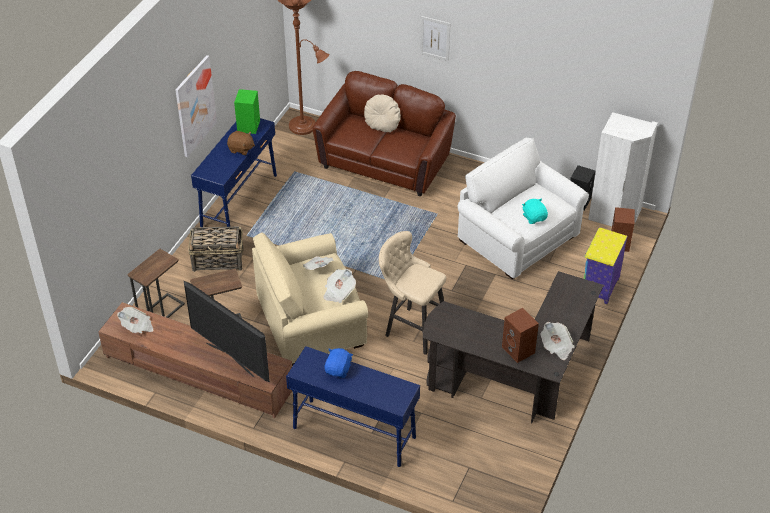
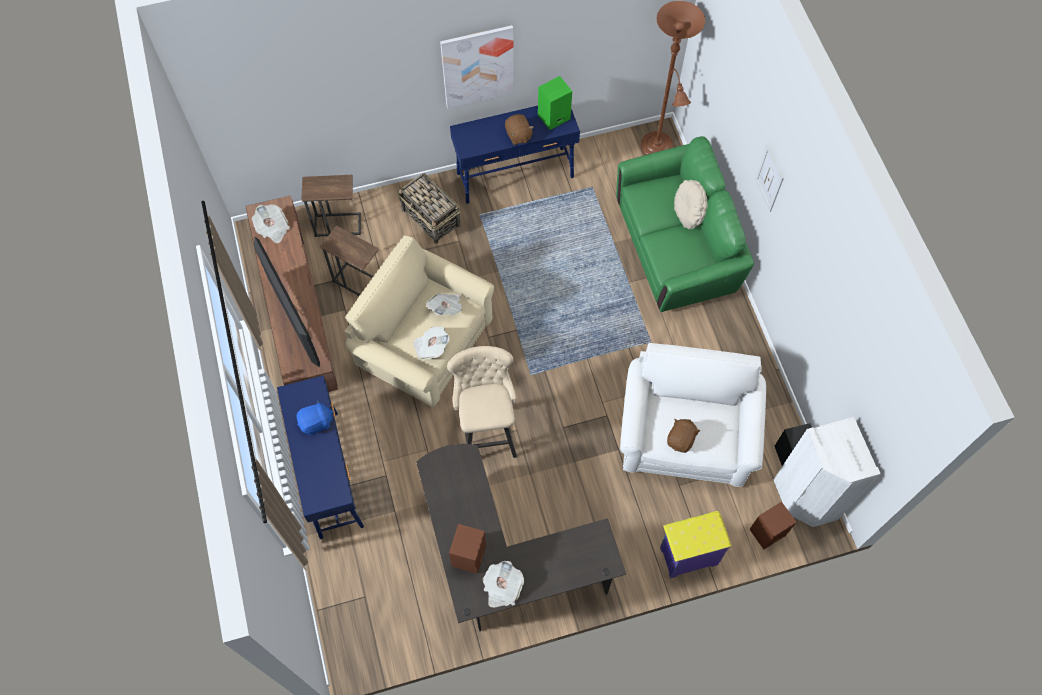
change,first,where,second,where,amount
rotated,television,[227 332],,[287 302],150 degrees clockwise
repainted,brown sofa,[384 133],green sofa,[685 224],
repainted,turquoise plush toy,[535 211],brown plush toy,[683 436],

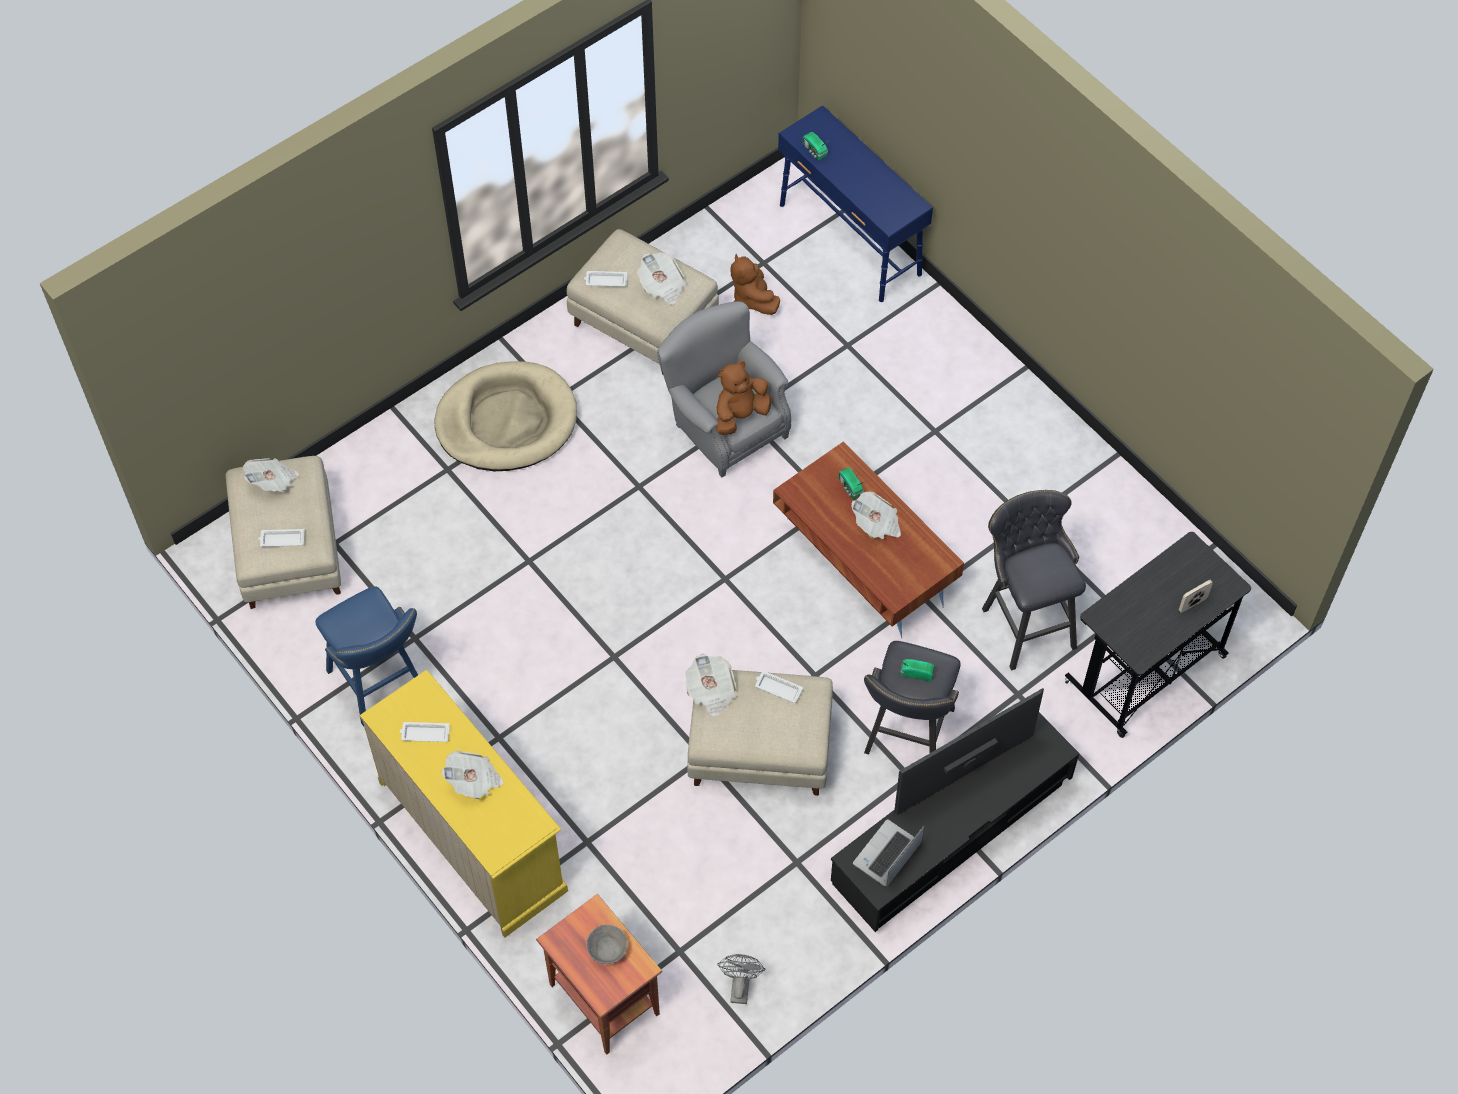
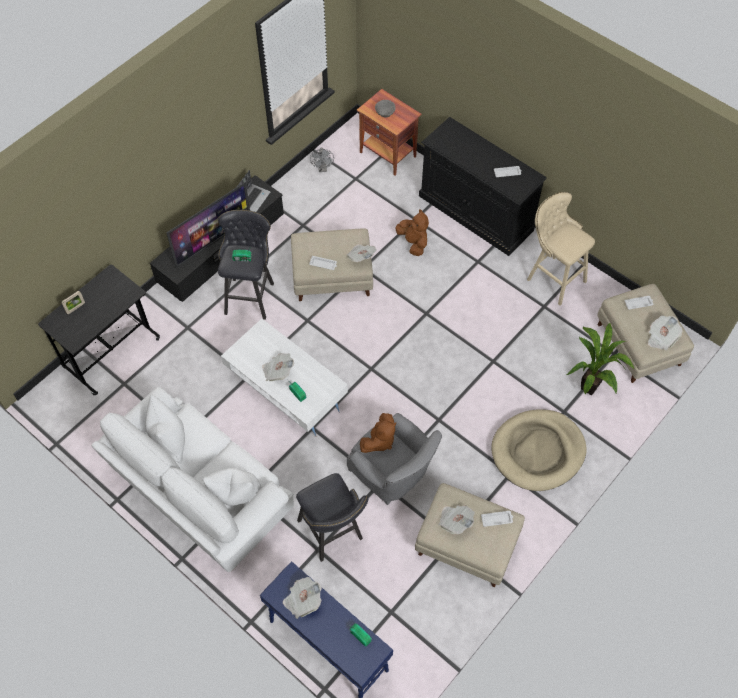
change,first,where,second,where,amount
new,,,white sofa,[193 479],
repainted,brown coffee table,[868 540],white coffee table,[284 377],
shifted,newspaper,[472 775],,[302 598],
shifted,black stool,[1034 580],,[332 517],
shifted,brown plush toy,[755 284],,[412 232],
repainted,yellow cabinet,[463 804],black cabinet,[483 186],
repainted,blue stool,[367 656],beige stool,[561 249],
new,,,potted plant,[600 359],

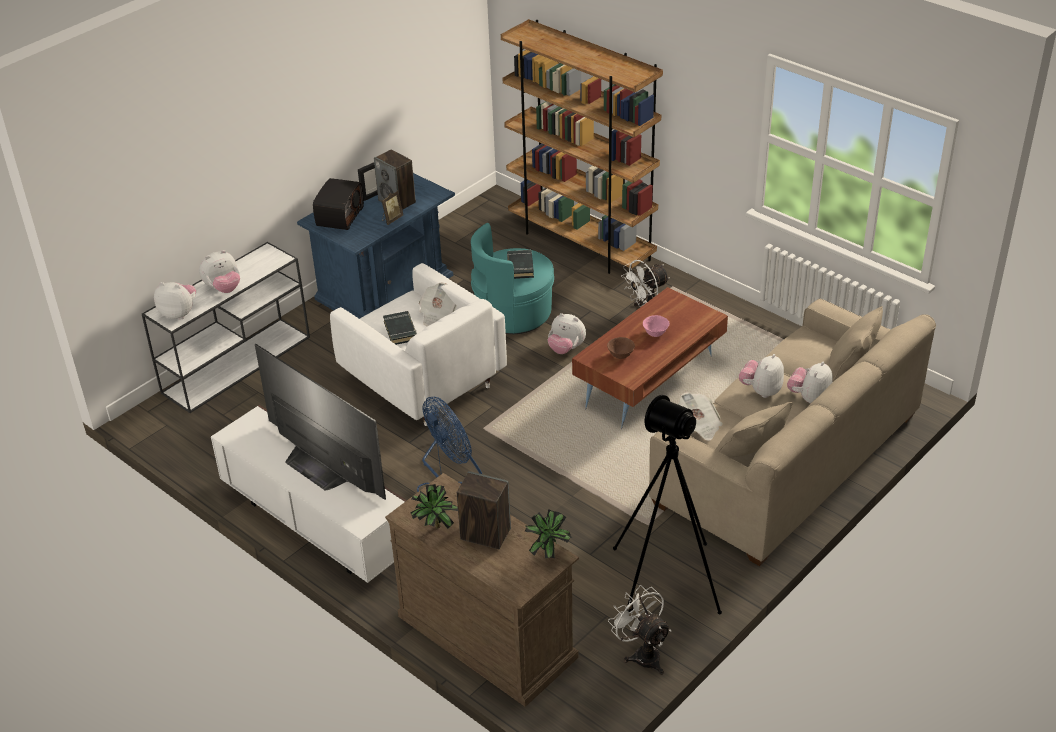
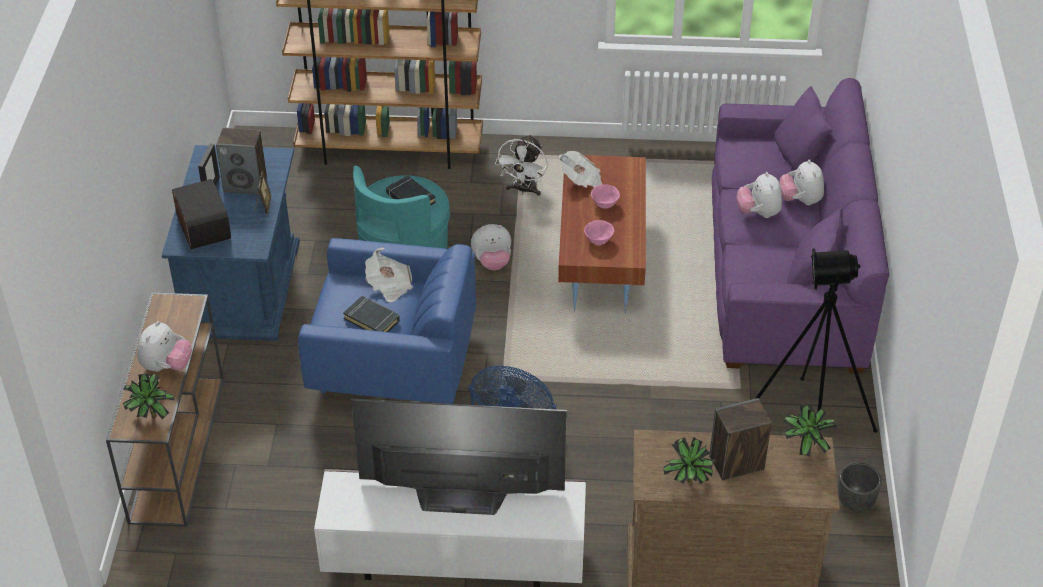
change,first,where,second,where,amount
repainted,white console table,[226 327],brown console table,[165 409],
swapped,plush toy,[175 300],potted plant,[148 396],
repainted,white armchair,[418 344],blue armchair,[387 321],
shifted,newspaper,[700 416],,[580 169],
repainted,brown bowl,[621 348],pink bowl,[599 232],
repainted,beige sofa,[792 432],purple sofa,[800 226],
swapped,white fan,[639 630],black planter,[860 487],

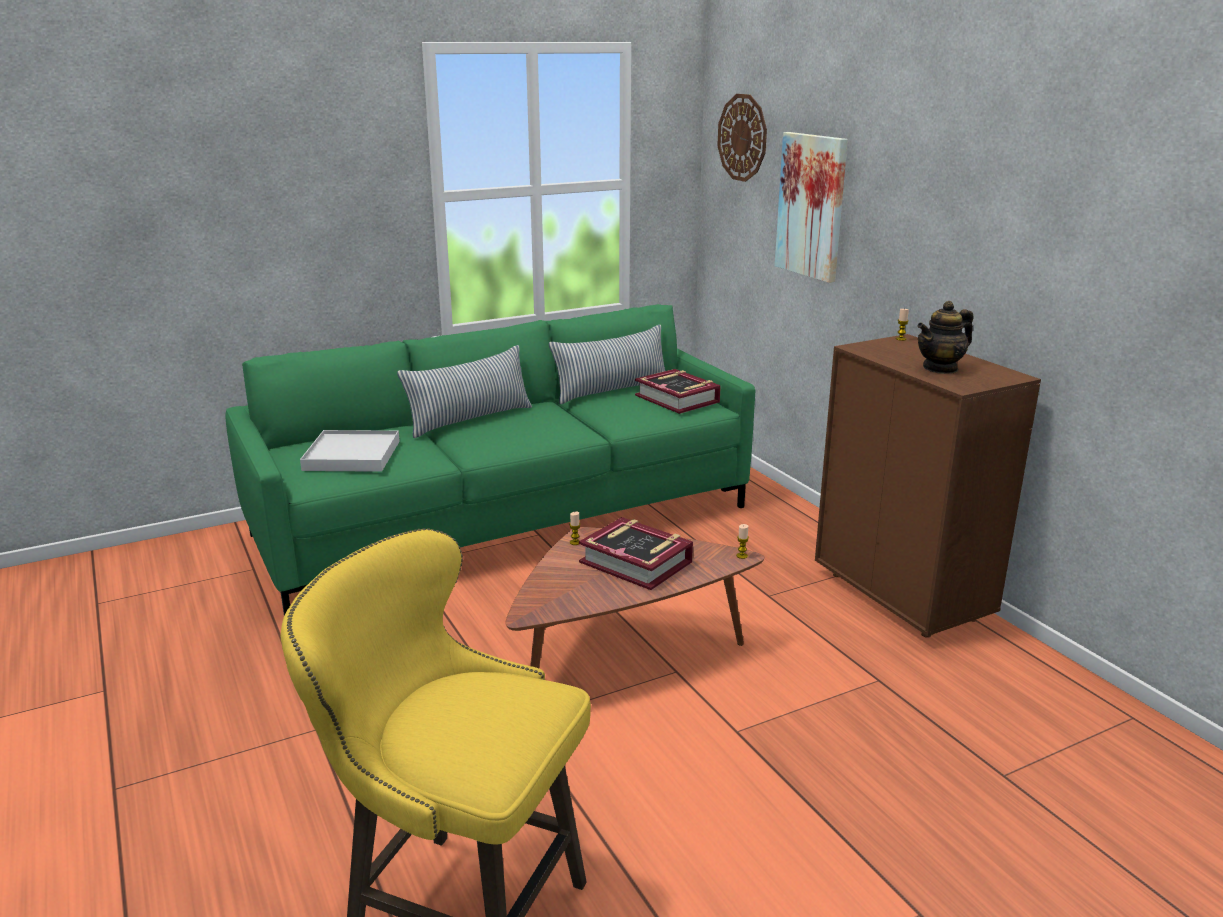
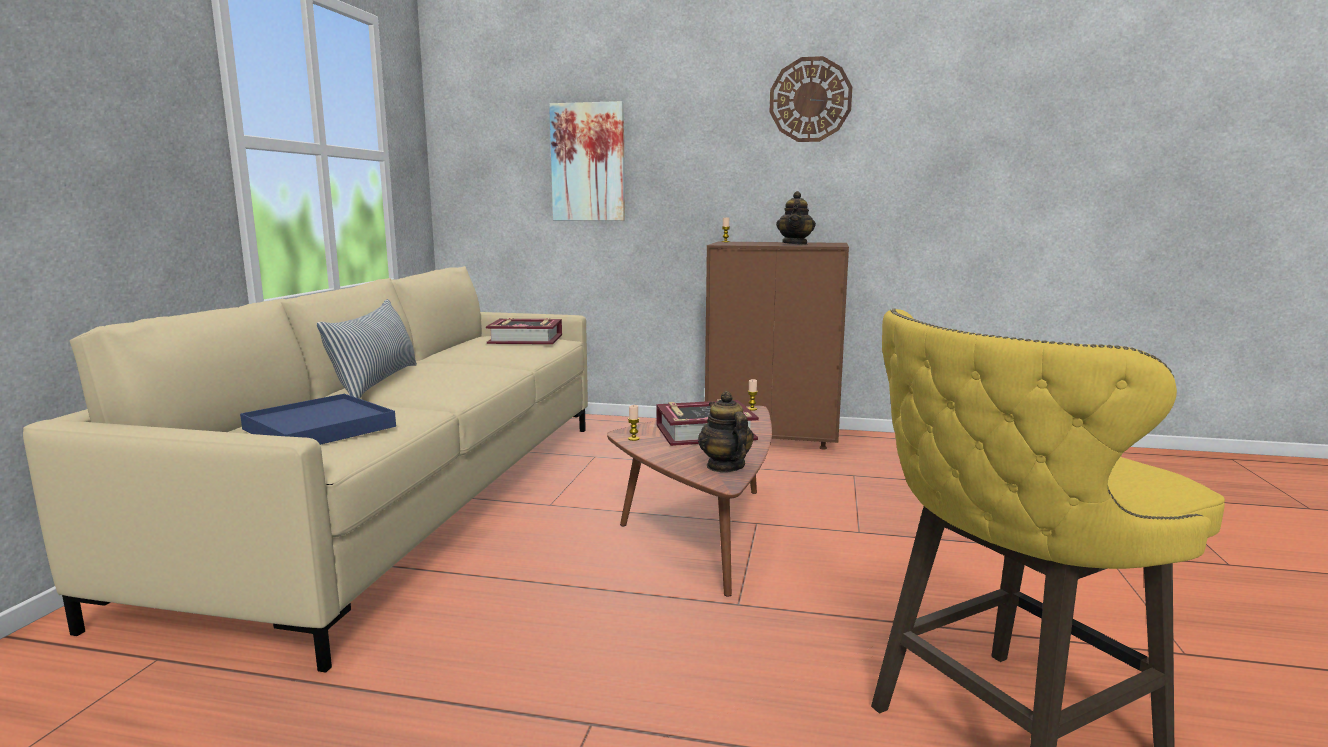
change,first,where,second,where,amount
repainted,green sofa,[490 460],beige sofa,[305 469],
repainted,white tray,[350 451],blue tray,[318 419],
new,,,teapot,[726 431],
shifted,wall clock,[742 138],,[811 99],
gone,pillow,[607 364],,,

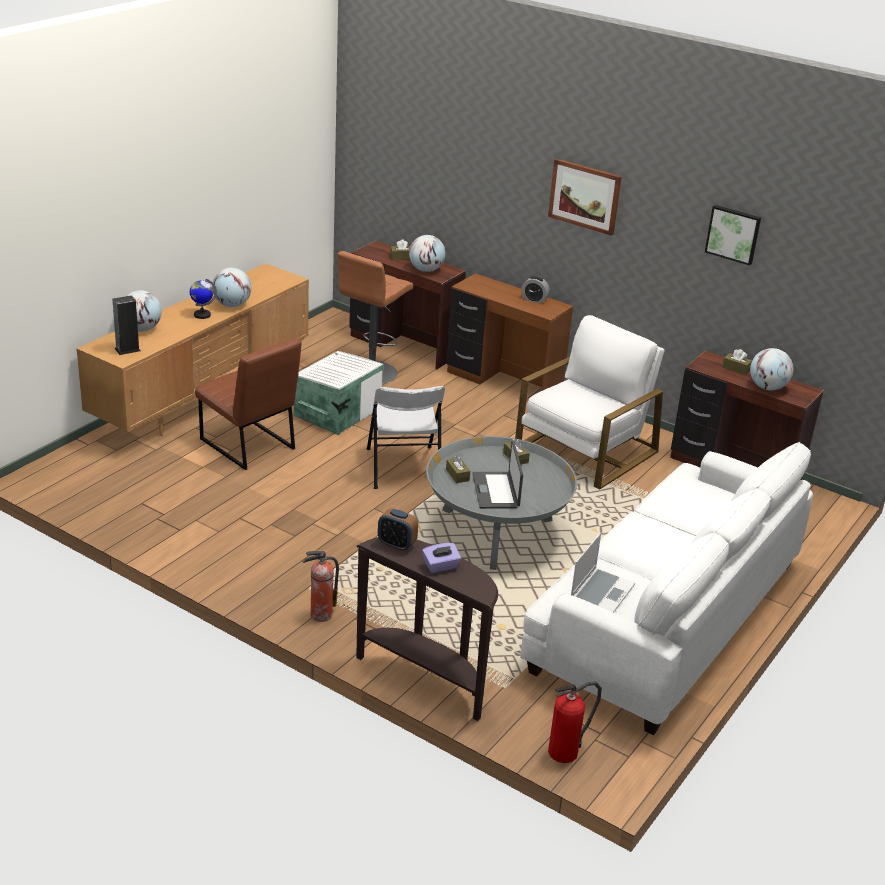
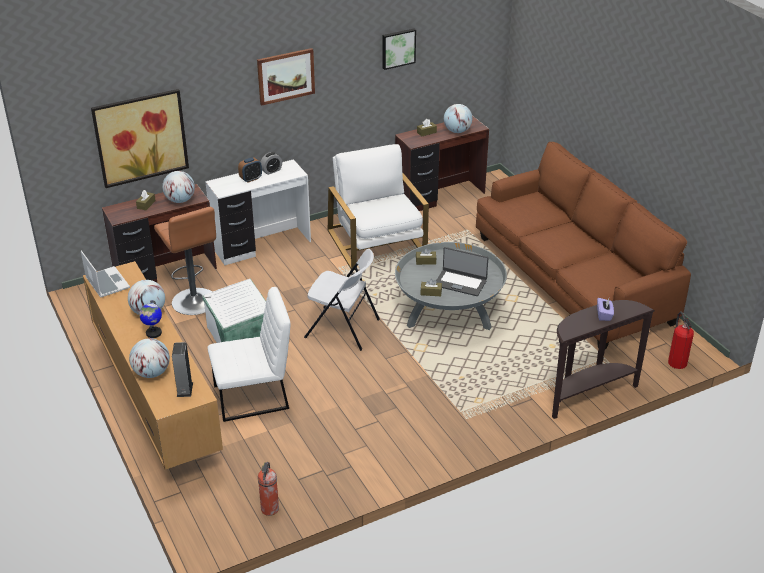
change,first,where,second,where,amount
shifted,laptop,[603 573],,[105 274],
new,,,picture,[140 138],
repainted,brown desk,[509 332],white desk,[258 212],
repainted,brown chair,[248 404],white chair,[249 354],
shifted,alarm clock,[398 529],,[250 169],
shifted,fire extinguisher,[321 586],,[268 489],
repainted,white sofa,[666 588],brown sofa,[583 245],

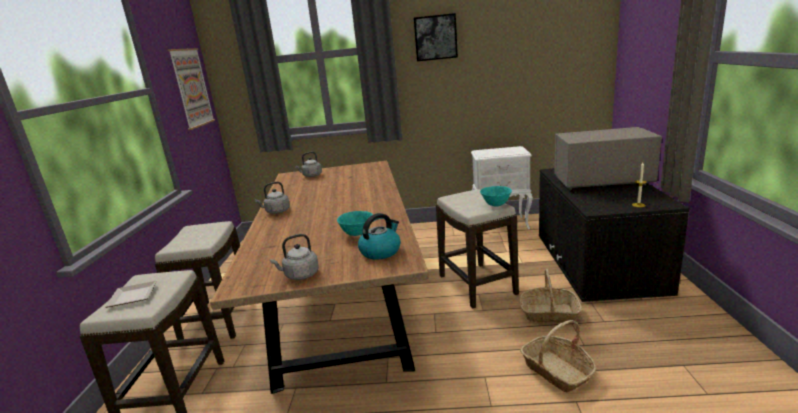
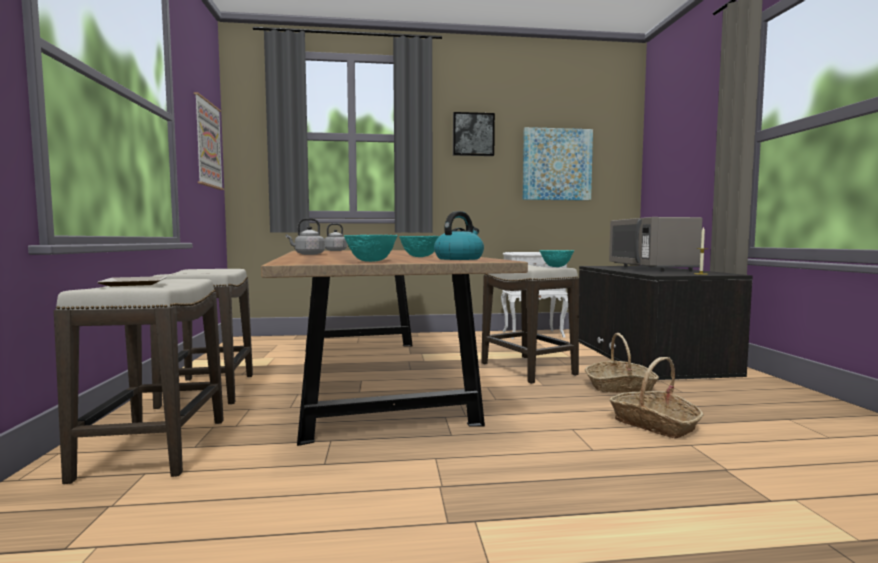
change,first,where,second,where,amount
swapped,grey kettle,[294 257],turquoise bowl,[371 248],
new,,,picture,[558 164],
rotated,grey microwave,[608 159],,[656 244],90 degrees counterclockwise

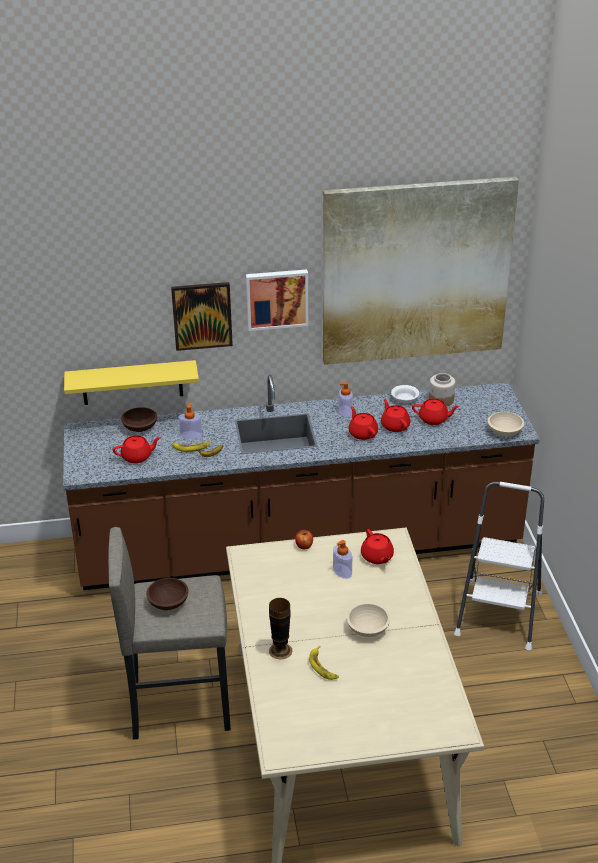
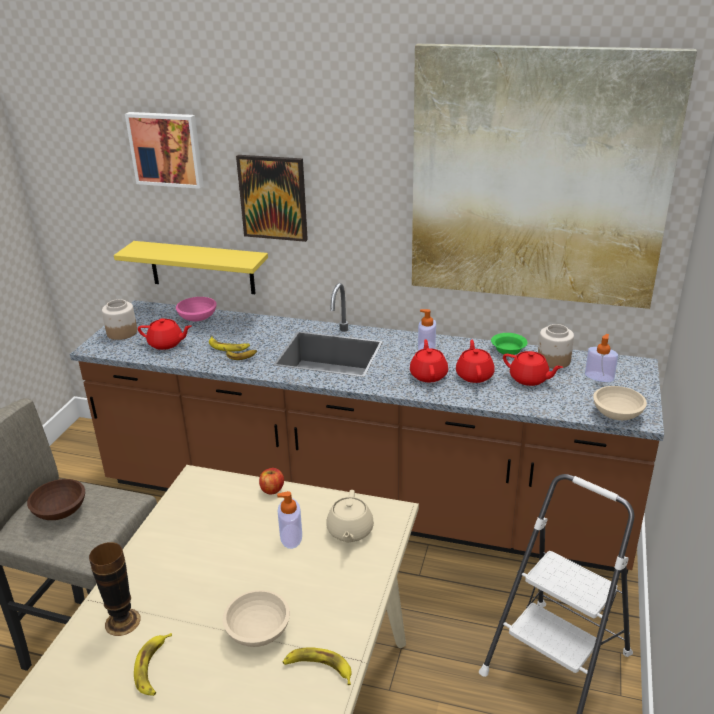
change,first,where,second,where,amount
new,,,jar,[119 319],
shifted,picture,[277 300],,[164 150],
repainted,brown bowl,[139 419],pink bowl,[196 309],
new,,,banana,[317 666],
repainted,red teapot,[377 546],beige teapot,[350 516],
repainted,white bowl,[405 394],green bowl,[509 344],
shifted,soap dispenser,[190 421],,[601 358],

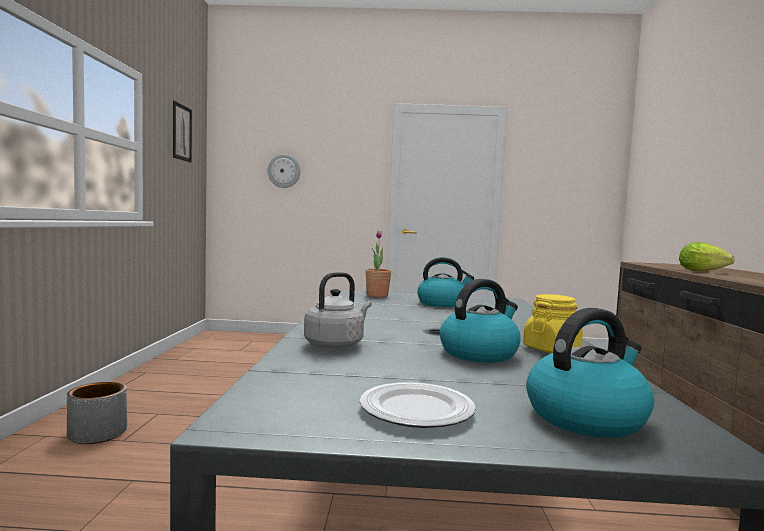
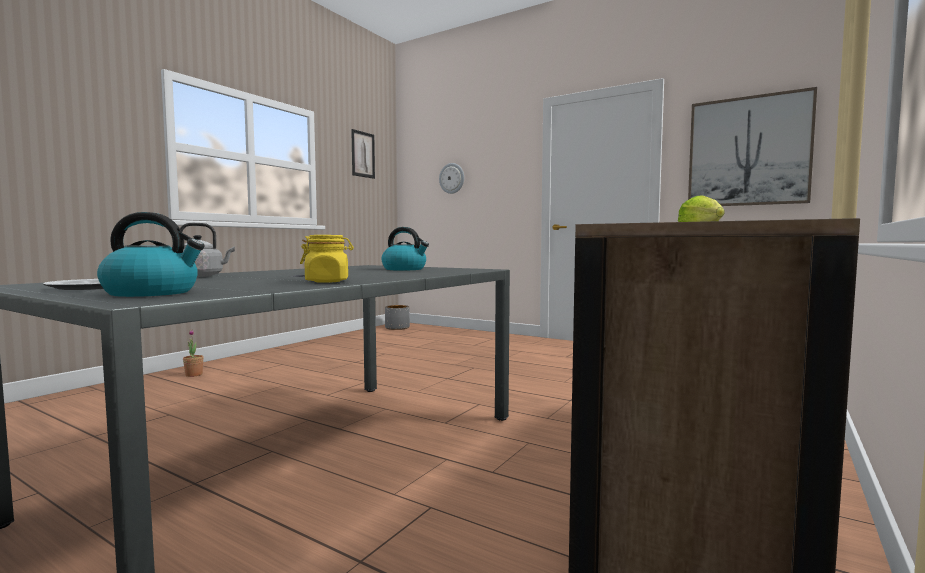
change,first,where,second,where,amount
shifted,potted plant,[378 264],,[193 353],
shifted,grey planter,[97 413],,[397 317],
new,,,picture,[752 146],
gone,kettle,[480 321],,,

